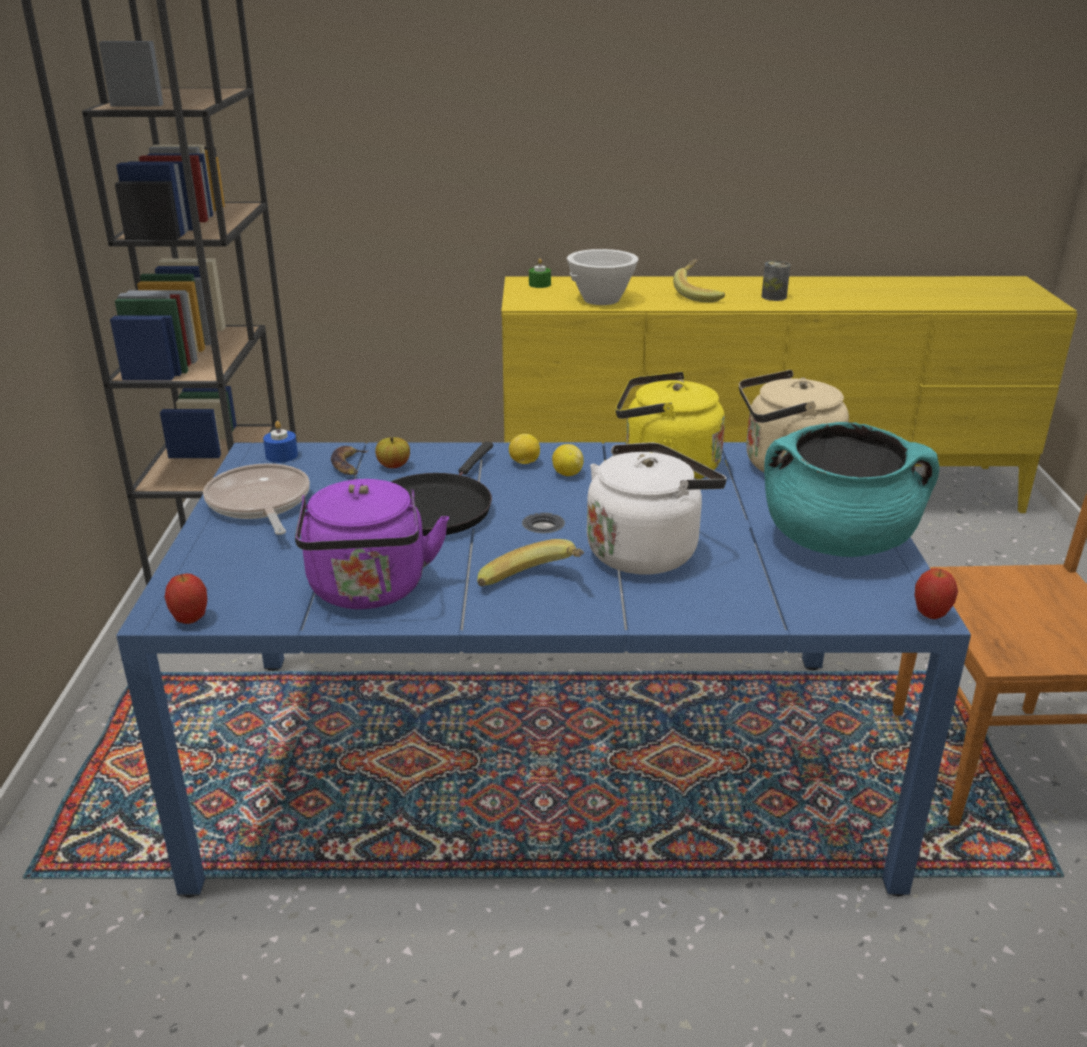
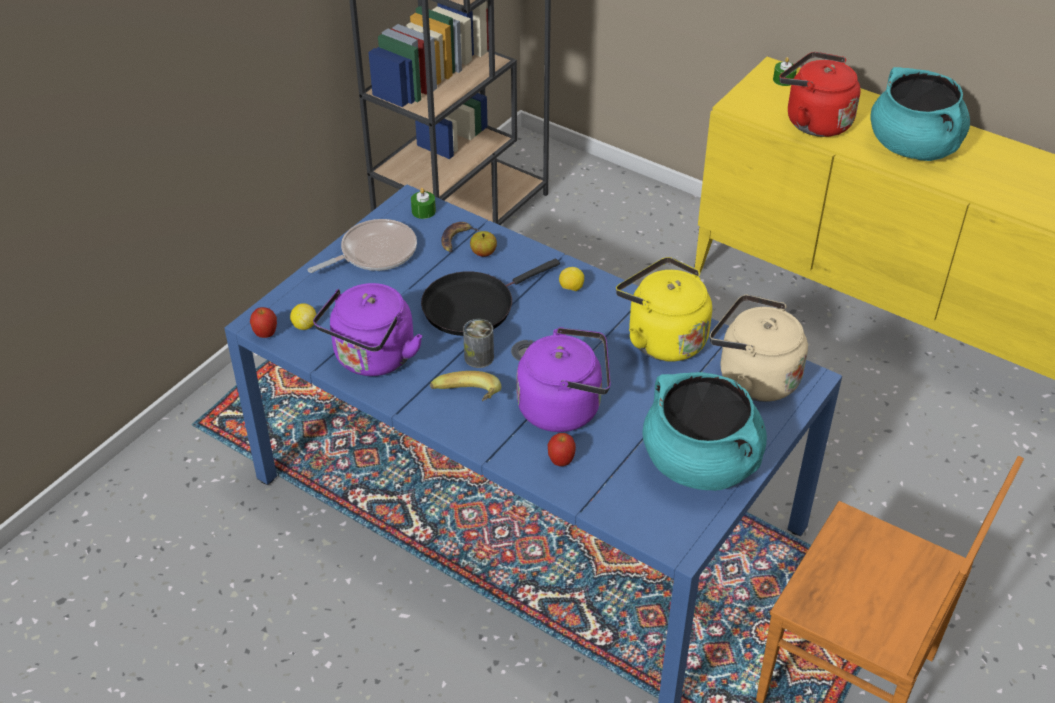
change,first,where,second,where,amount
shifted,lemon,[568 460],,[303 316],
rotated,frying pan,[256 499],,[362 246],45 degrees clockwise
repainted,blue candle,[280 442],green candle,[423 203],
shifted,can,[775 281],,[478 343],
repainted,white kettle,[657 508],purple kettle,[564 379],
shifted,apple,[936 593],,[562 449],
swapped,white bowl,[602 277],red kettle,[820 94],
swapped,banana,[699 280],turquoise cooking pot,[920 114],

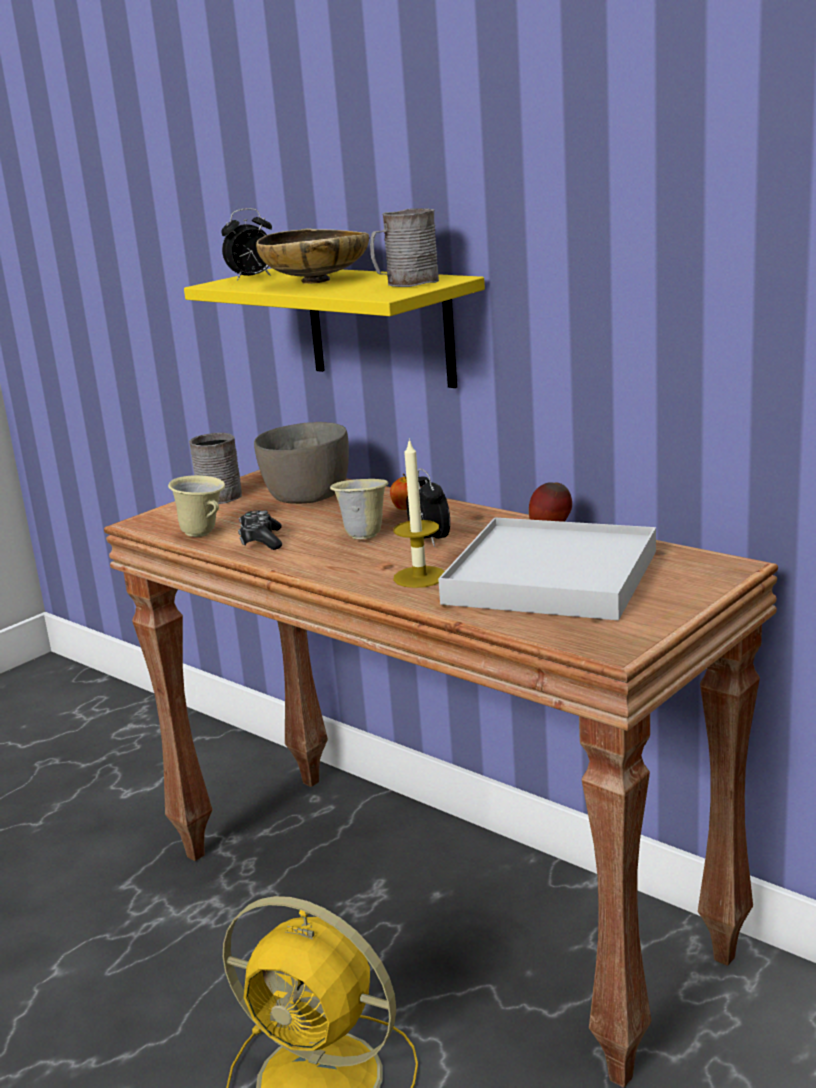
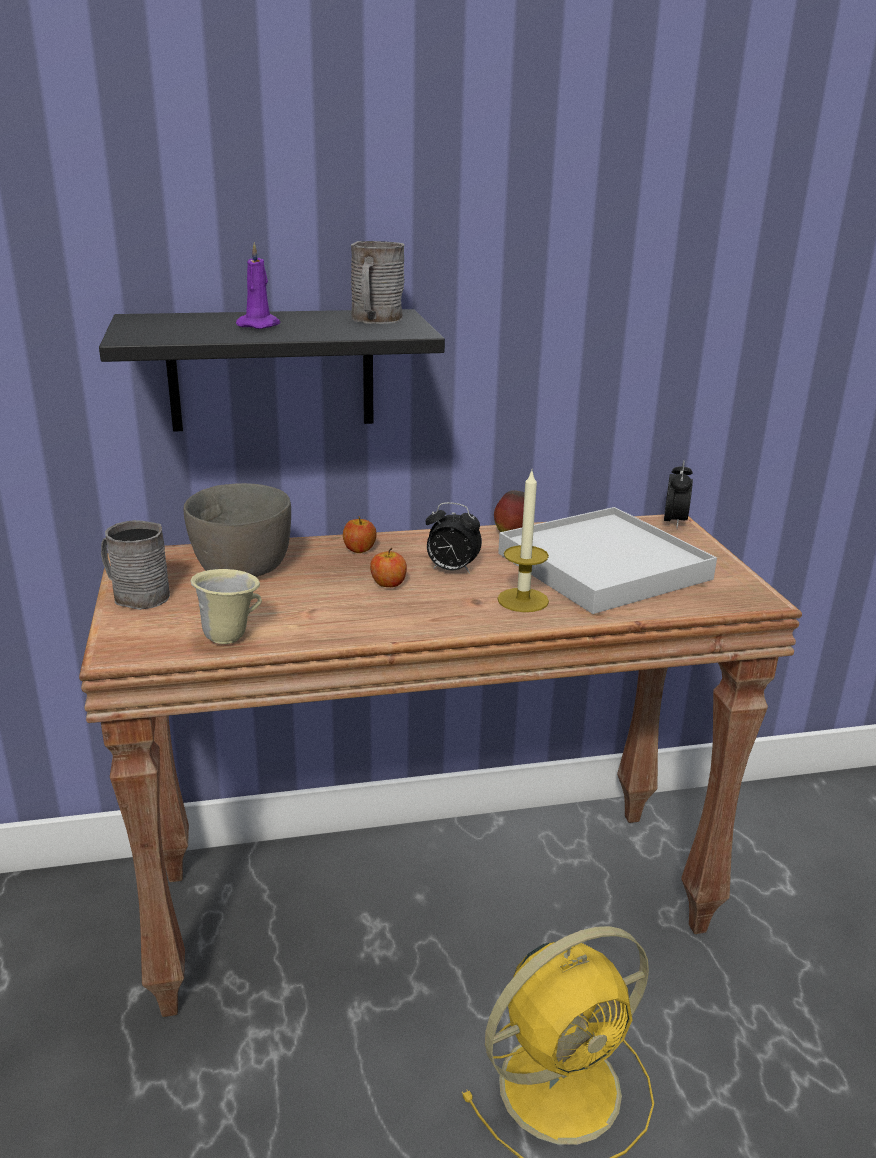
change,first,where,second,where,amount
repainted,yellow shelf,[334 328],black shelf,[272 370],
swapped,beige bowl,[312 256],purple candle,[258 285],
swapped,beige mug,[359 509],apple,[388 567],
shifted,alarm clock,[246 244],,[678 494],
gone,game controller,[260 530],,,

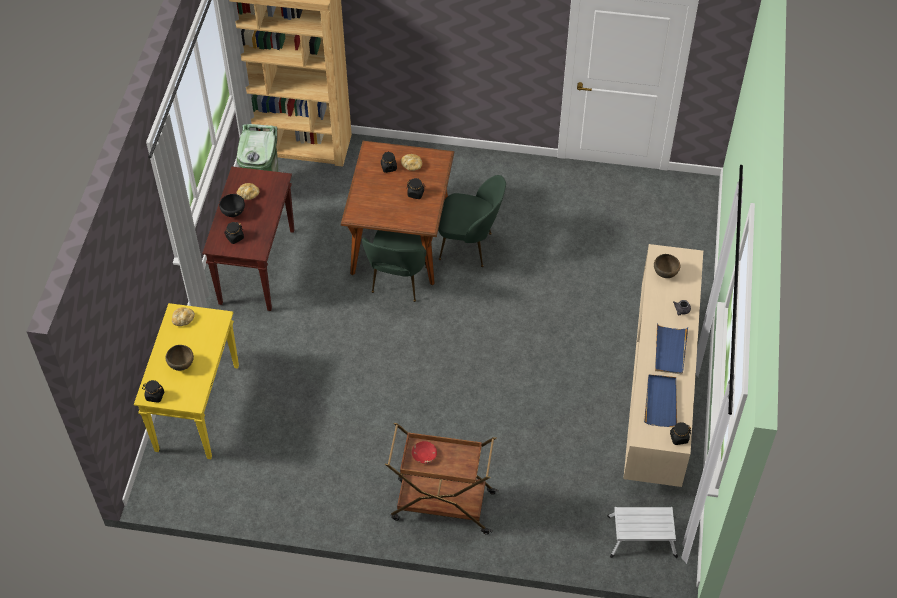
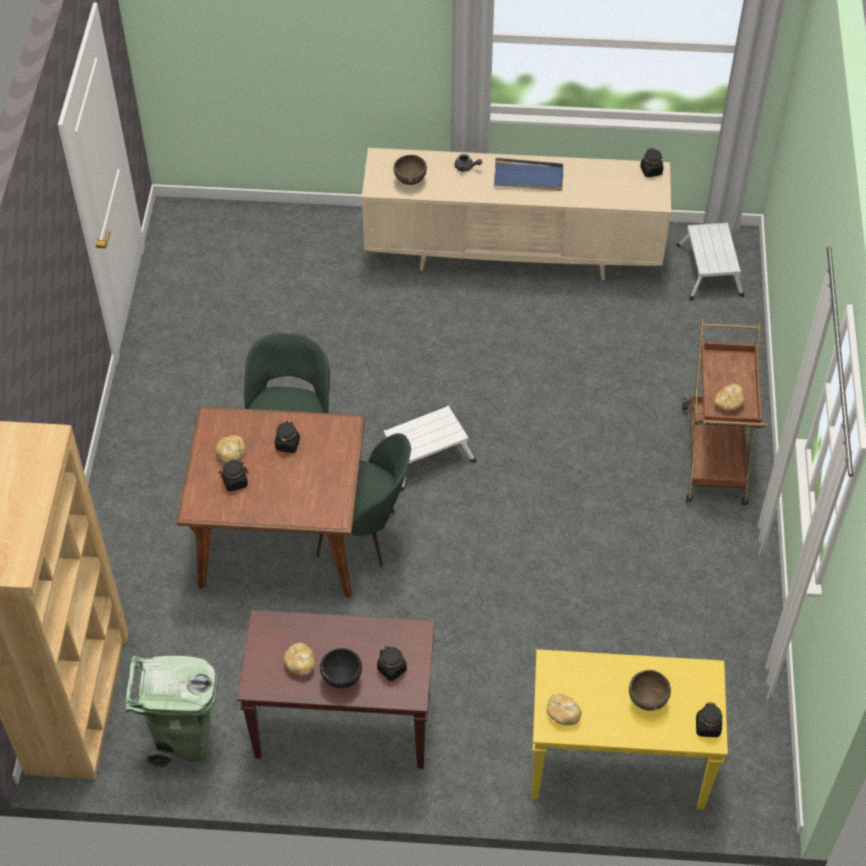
change,first,where,second,where,amount
new,,,white step ladder,[430 449],
swapped,red bowl,[424 452],bread,[730 397],
gone,blue tray,[660 401],,,

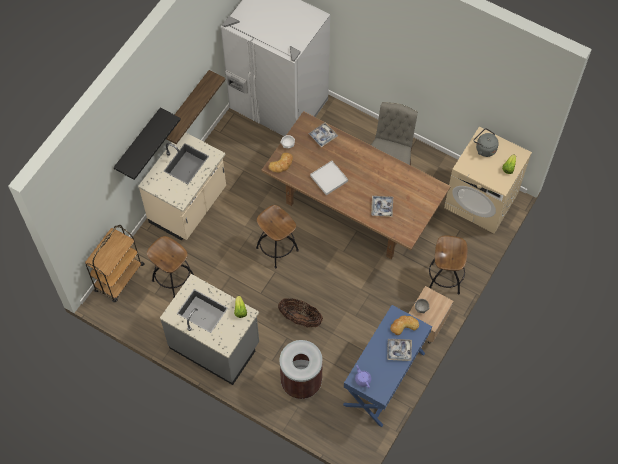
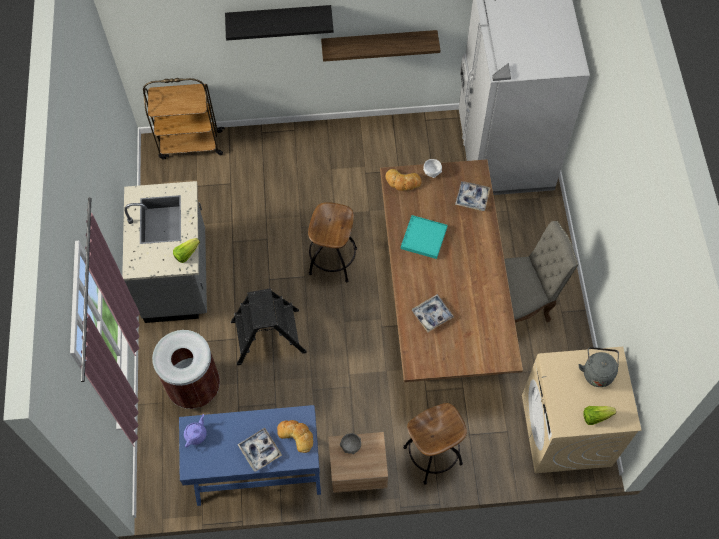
change,first,where,second,where,amount
swapped,basket,[300 312],black step ladder,[269 326],
repainted,white tray,[329 178],turquoise tray,[424 237],
gone,beige counter,[182 186],,,
gone,brown stool,[170 267],,,

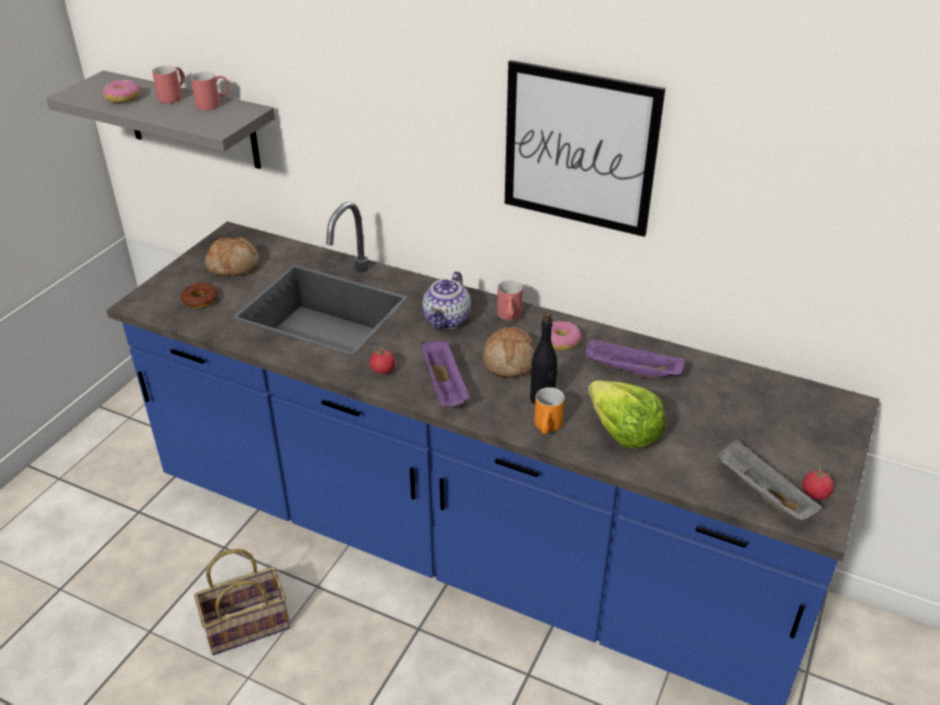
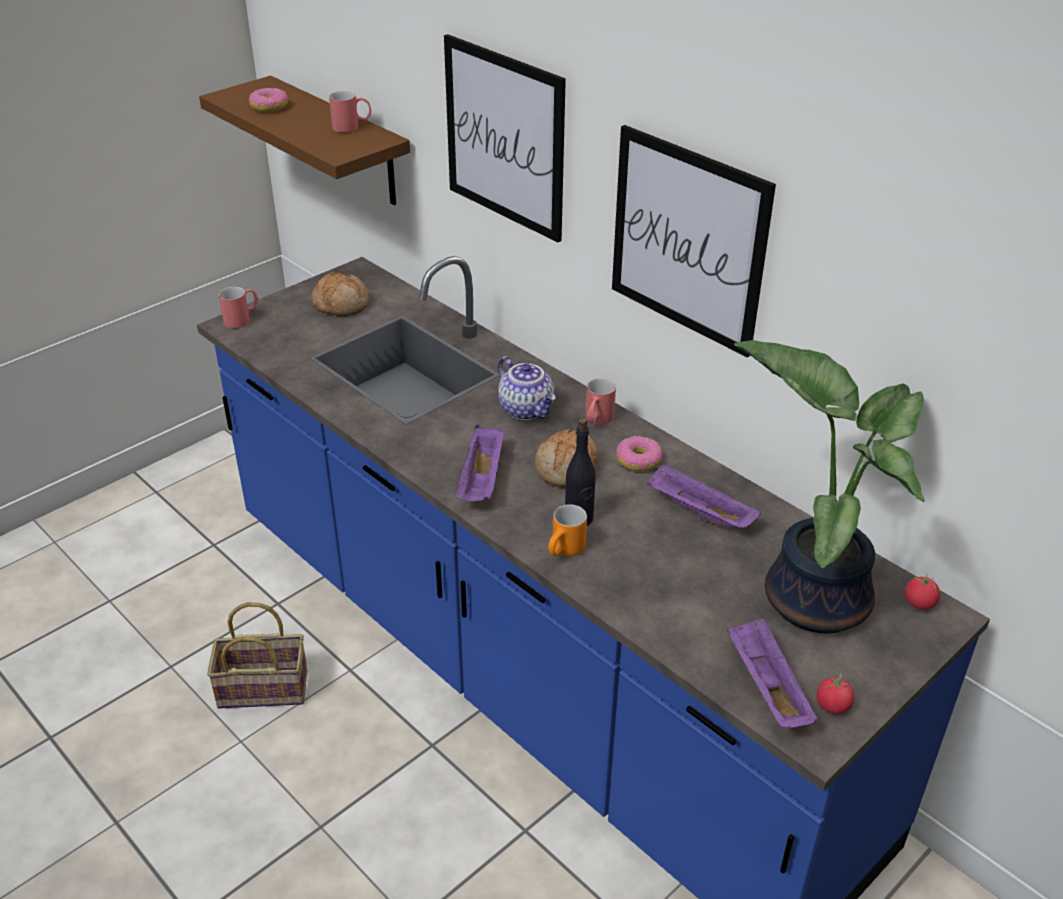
change,first,where,second,where,amount
repainted,grey shelf,[160 120],brown shelf,[304 140],
shifted,red mug,[168 84],,[238 307],
new,,,picture,[505 138],
rotated,teapot,[446 300],,[527 388],75 degrees counterclockwise
repainted,grey tray,[768 479],purple tray,[772 672],
new,,,potted plant,[829 486],
shifted,tomato,[382 360],,[922 591],
gone,donut,[199 295],,,
gone,lettuce,[627 414],,,

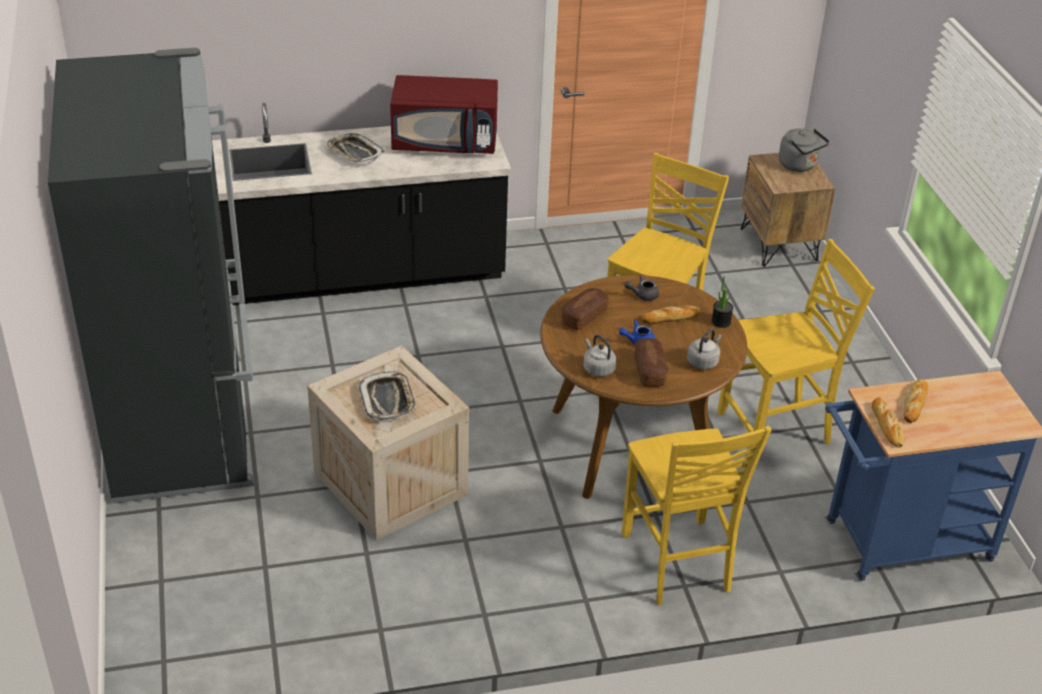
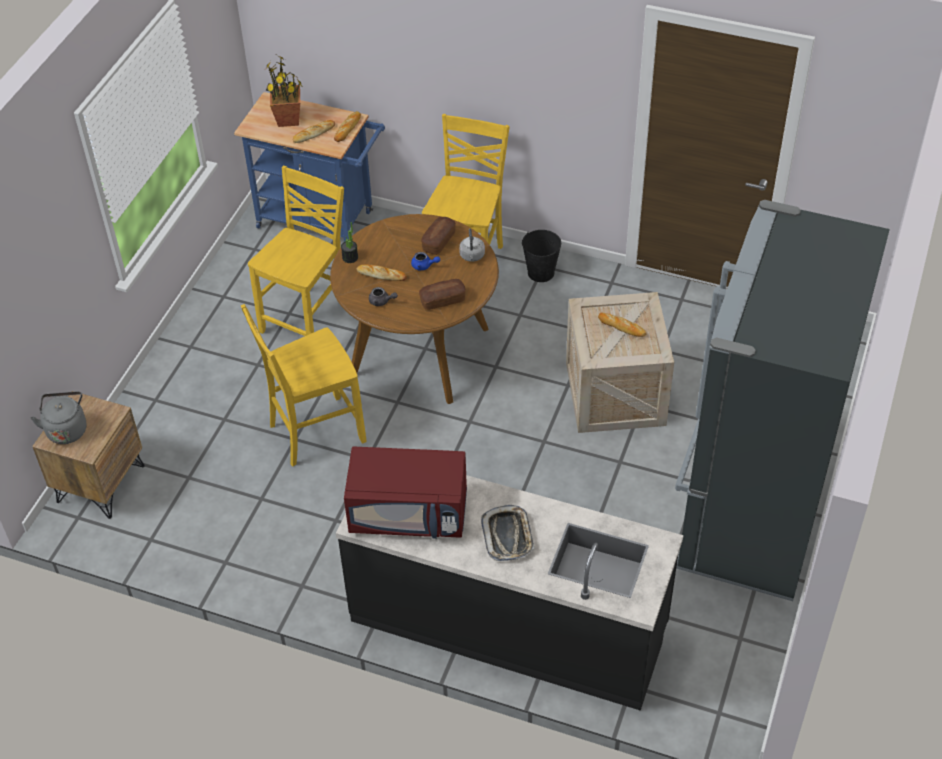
change,first,where,second,where,amount
rotated,yellow chair,[796 347],,[296 251],105 degrees clockwise
new,,,potted plant,[284 91],
rotated,red microwave,[444 114],,[405 492],150 degrees clockwise
new,,,black bucket,[541 256],
swapped,tray,[388 396],bread,[622 324],
gone,grey kettle,[704 349],,,

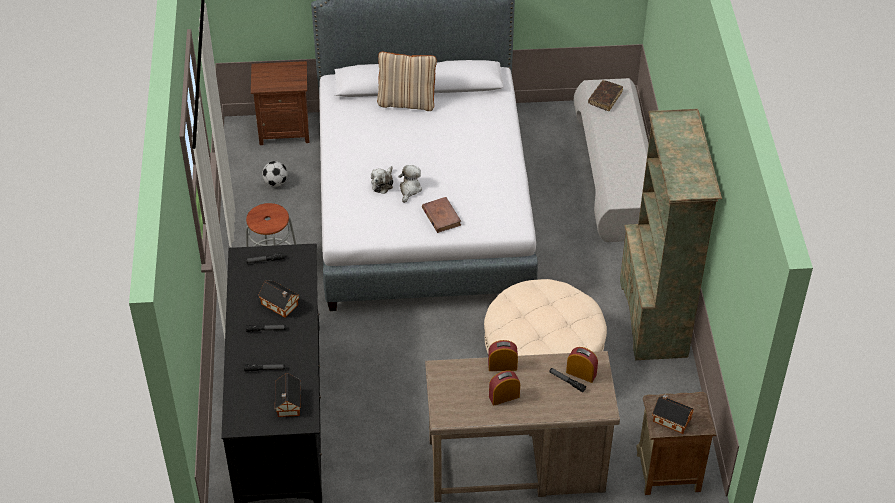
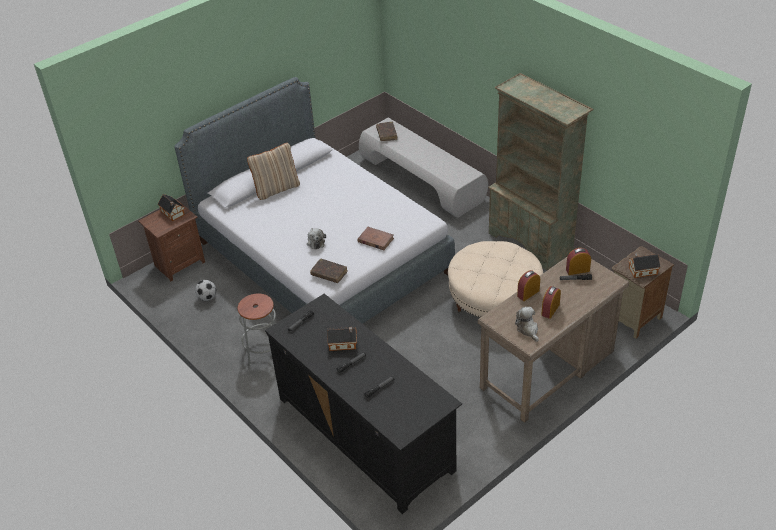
change,first,where,second,where,amount
shifted,toy house,[288 395],,[171 207],
new,,,brown book,[329 271],
shifted,plush toy,[410 184],,[527 324],

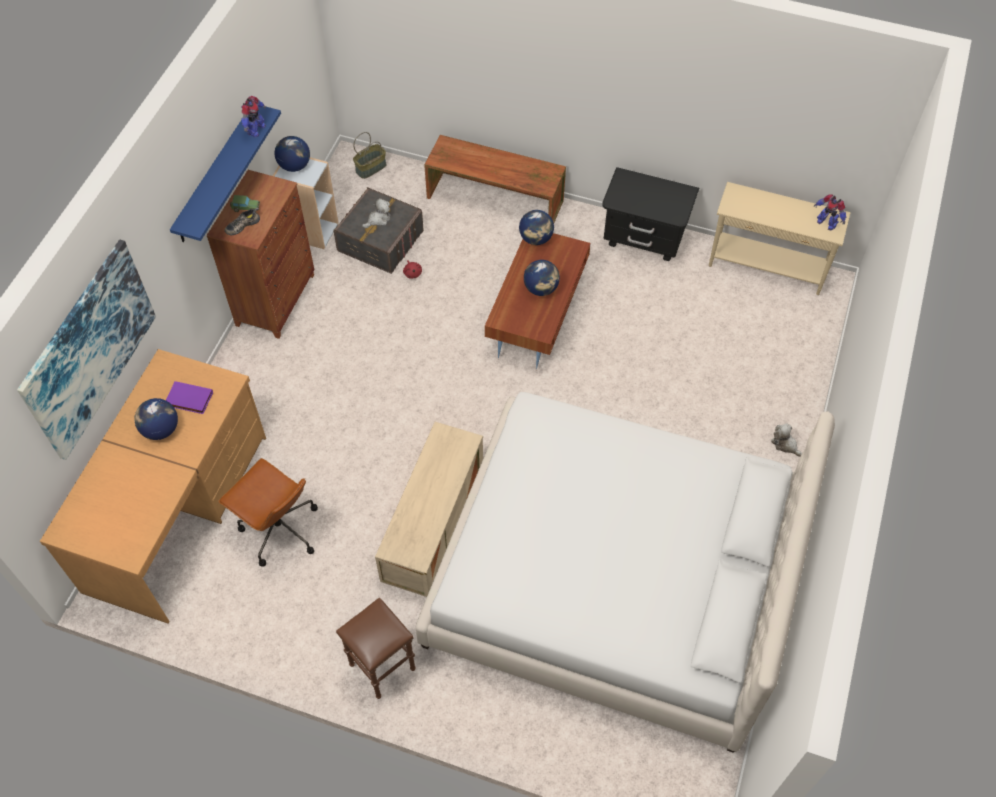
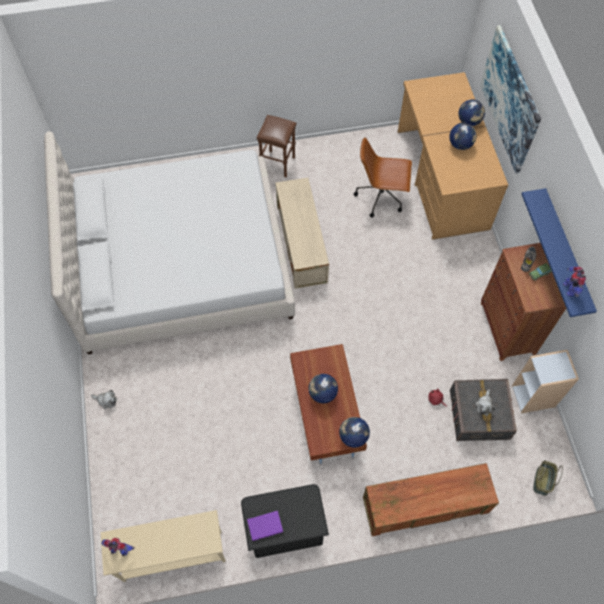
change,first,where,second,where,amount
shifted,purple book,[189 397],,[265 526],
shifted,globe,[292 154],,[471 113],

